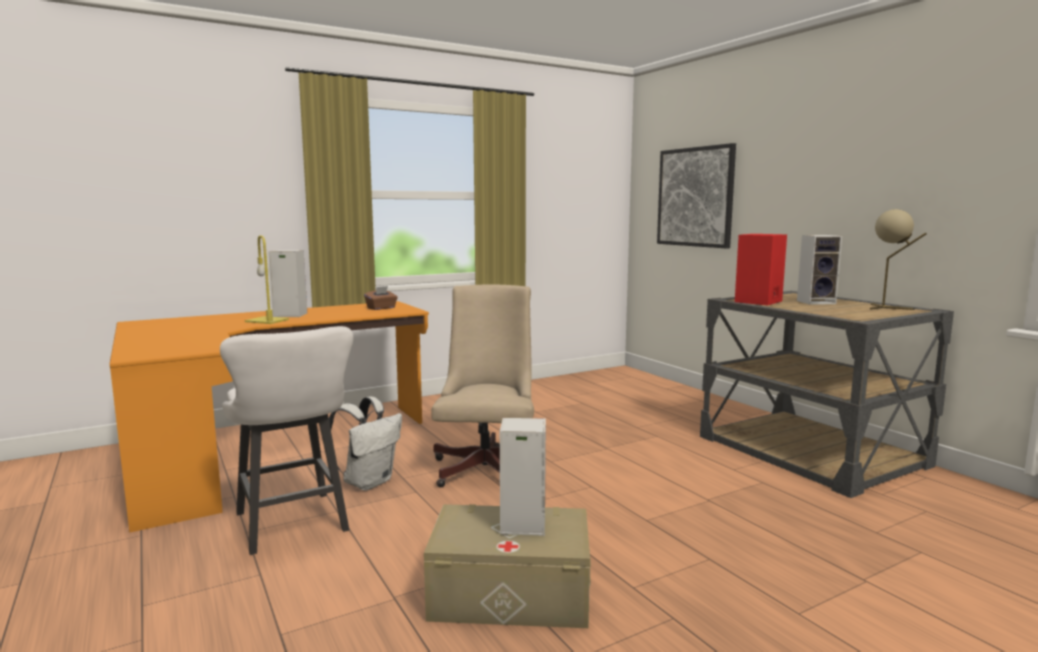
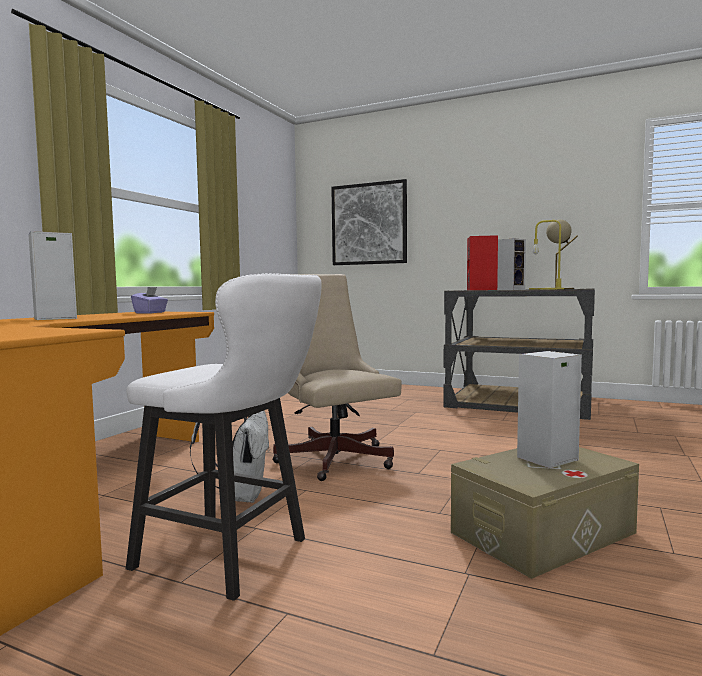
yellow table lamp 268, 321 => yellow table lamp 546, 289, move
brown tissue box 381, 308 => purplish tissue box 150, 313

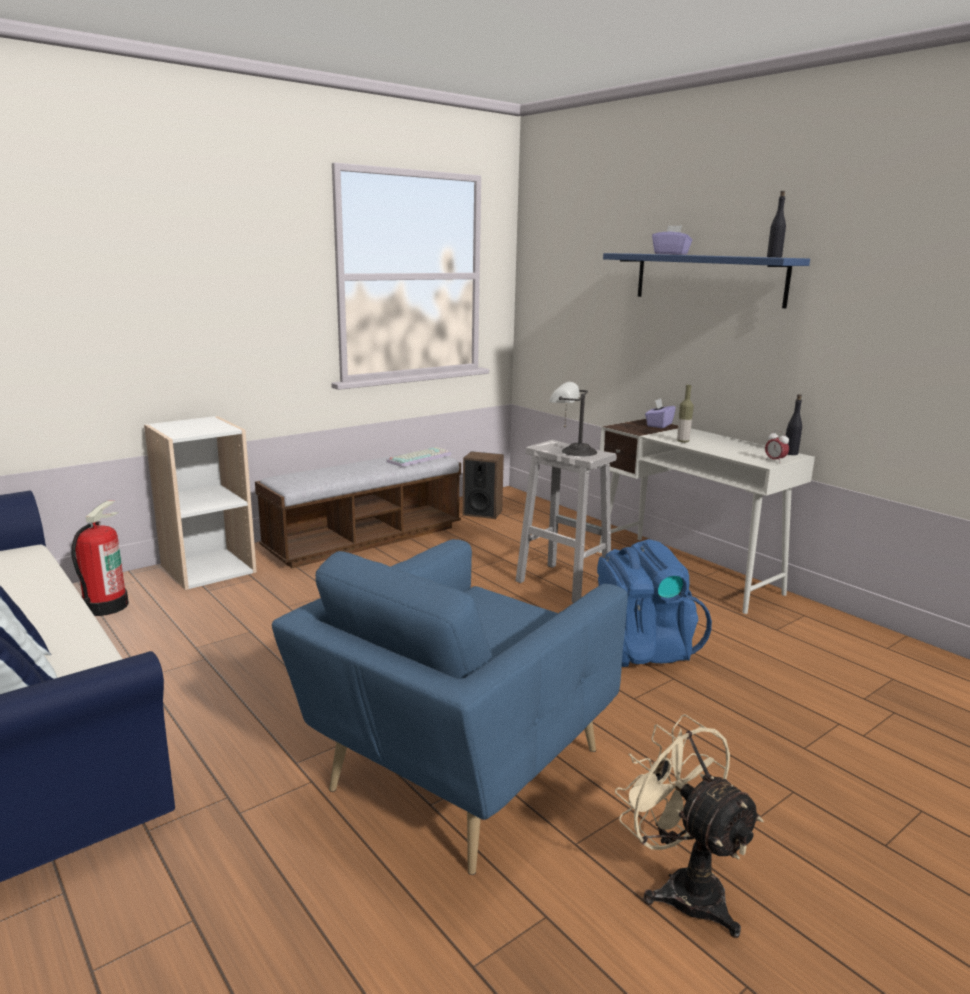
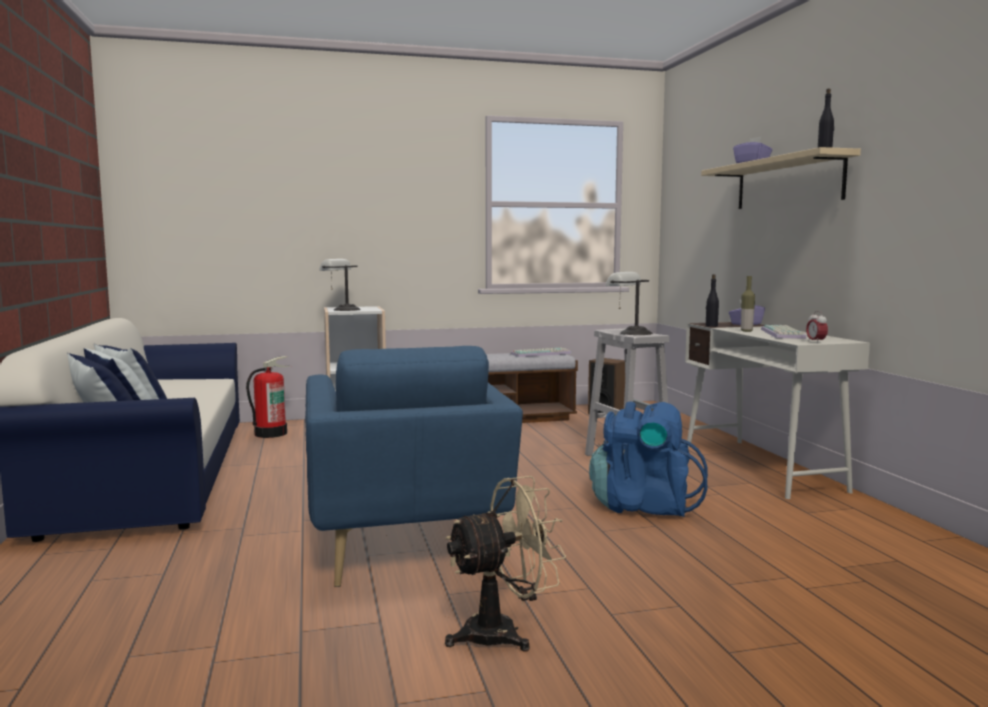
bluish armchair 457, 775 => bluish armchair 404, 545, 75 degrees counterclockwise
bluish wall shelf 708, 279 => beige-coloured wall shelf 787, 183
beige-coloured fan 682, 887 => beige-coloured fan 503, 632, 75 degrees clockwise
black-coloured drink bottle 790, 453 => black-coloured drink bottle 711, 326, move
nothing => table lamp 342, 309
nothing => PC keyboard 784, 334

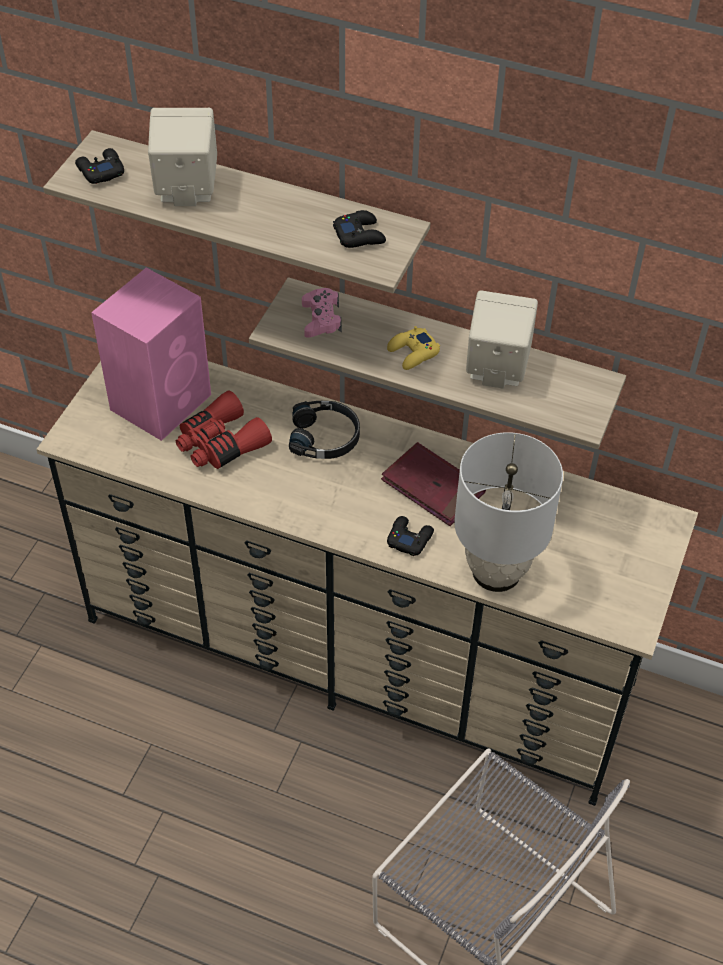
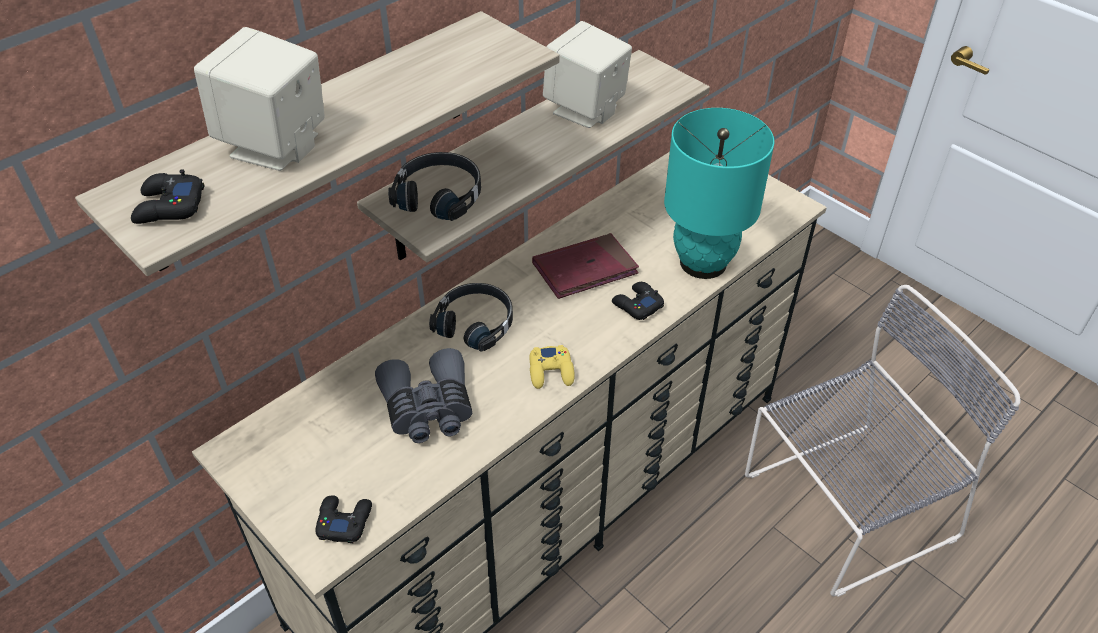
pinkish speaker 162, 401 => nothing
reddish pair of binoculars 220, 443 => greyish pair of binoculars 428, 408
pinkish gamepad 321, 319 => black-coloured headphones 439, 195
black-coloured gamepad 359, 235 => black-coloured gamepad 344, 521, move
yellow gamepad 413, 353 => yellow gamepad 551, 371, move
white-coloured table lamp 495, 571 => turquoise-coloured table lamp 702, 263

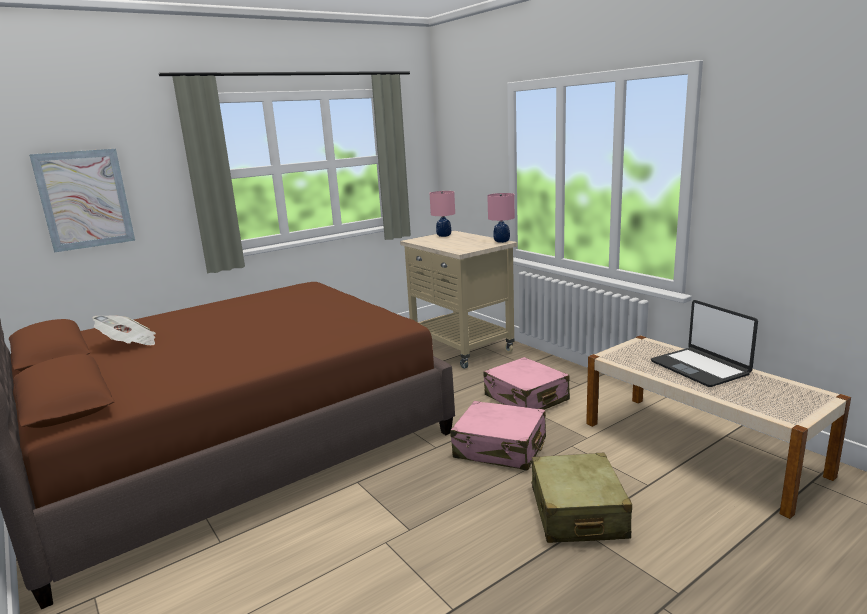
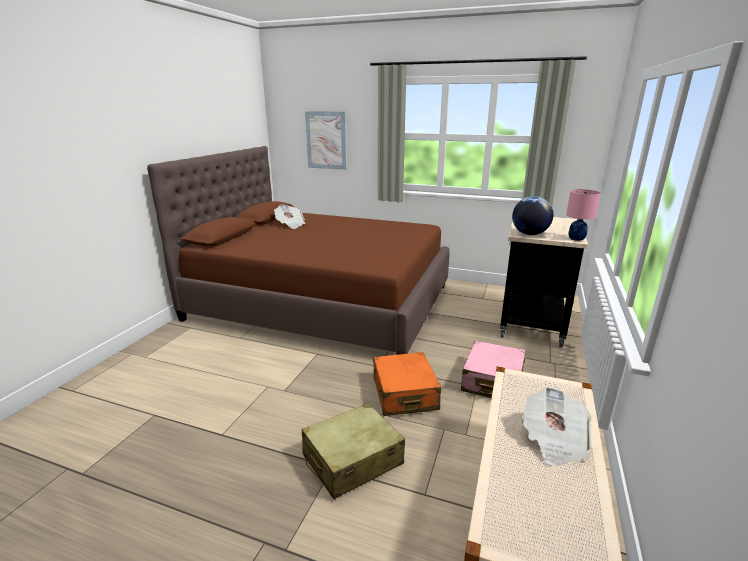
beige-coloured trolley 461, 348 => black-coloured trolley 531, 324
pinkish table lamp 443, 236 => nothing
pinkish travel case 500, 448 => orangey travel case 404, 394
portable computer 700, 368 => daily paper 553, 441
nothing => desk globe 529, 234

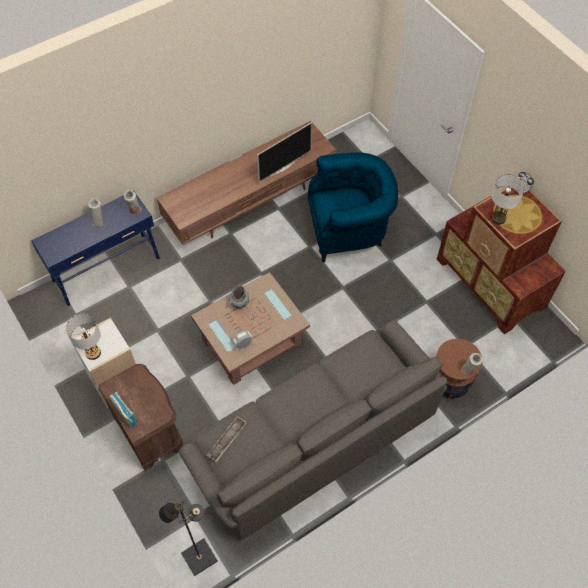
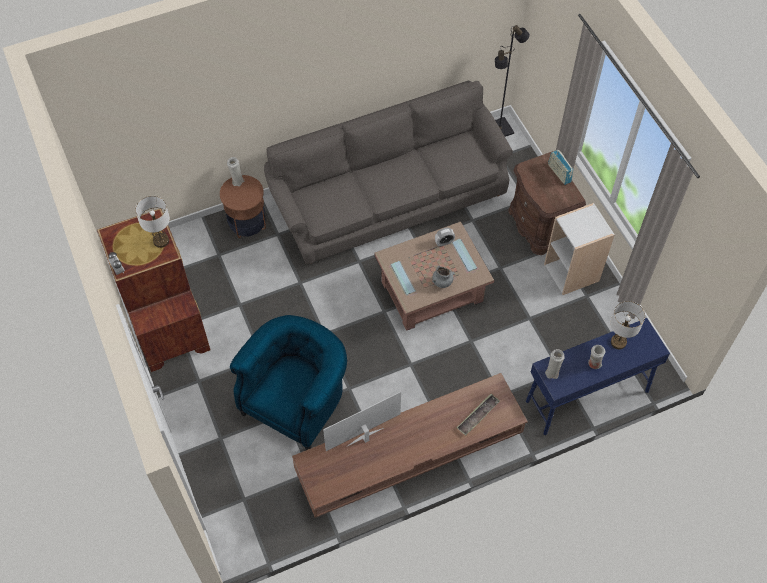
table lamp 93, 353 => table lamp 618, 342, move
serving tray 227, 440 => serving tray 478, 416, move
bluish armchair 349, 230 => bluish armchair 297, 401, 120 degrees clockwise

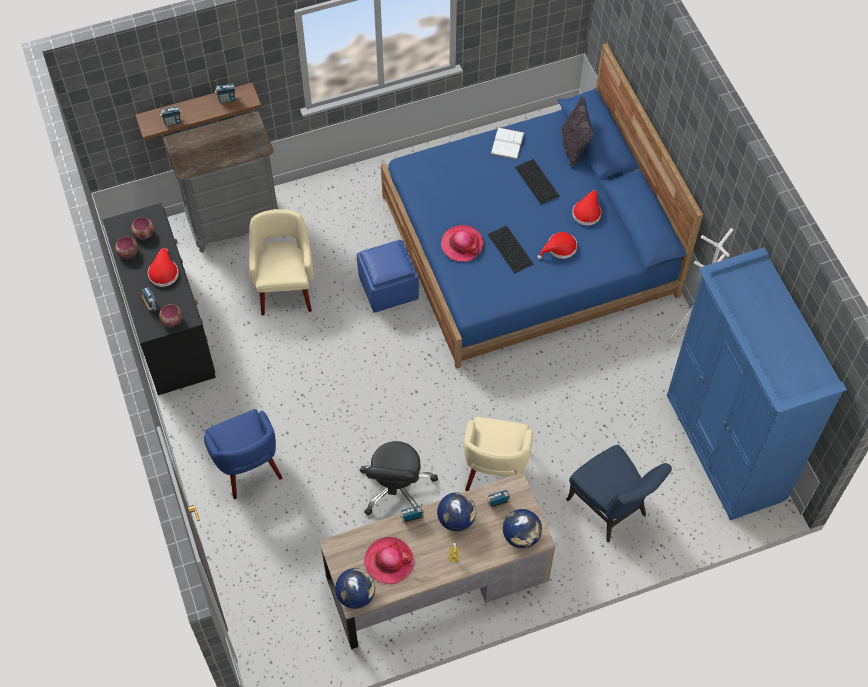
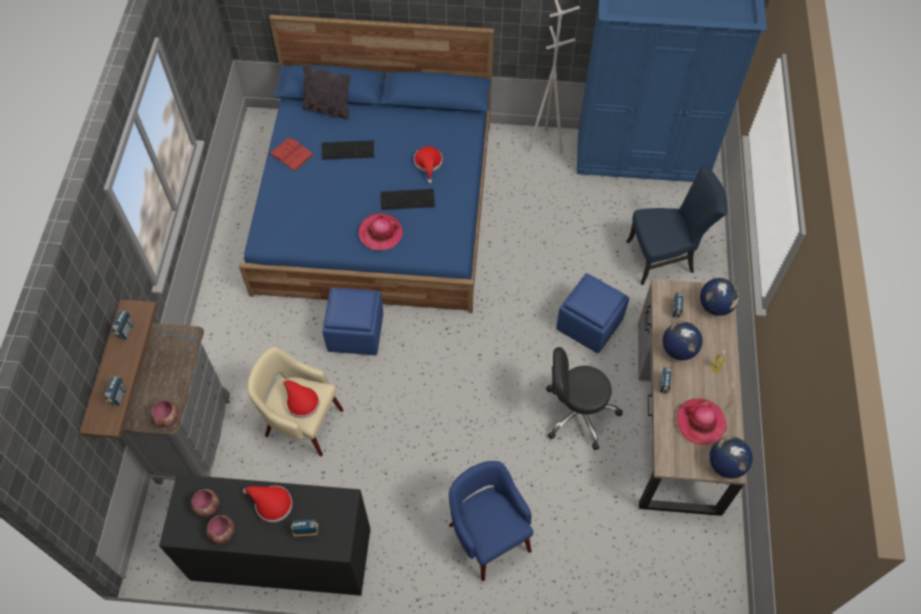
serving bowl 172, 321 => serving bowl 168, 419, move
bluish armchair 247, 466 => bluish armchair 488, 536, 120 degrees counterclockwise
black-coloured computer chair 396, 491 => black-coloured computer chair 575, 413, 150 degrees clockwise
beige-coloured armchair 495, 470 => bluish footrest 589, 325
white-coloured volume 507, 143 => reddish volume 291, 154
reddish clothing hat 587, 212 => reddish clothing hat 301, 401, move

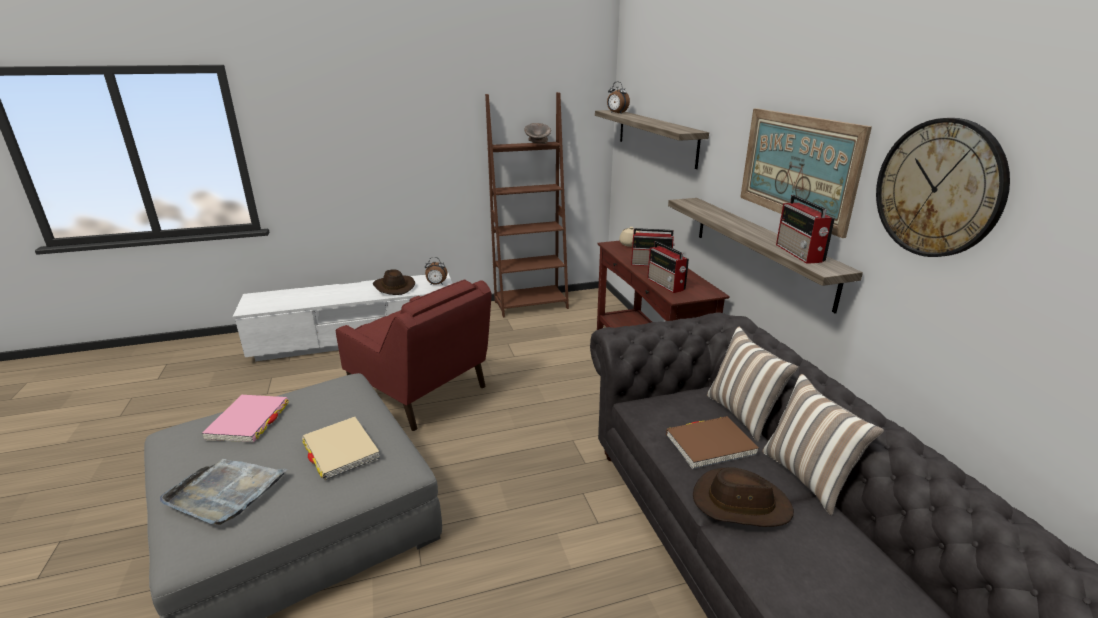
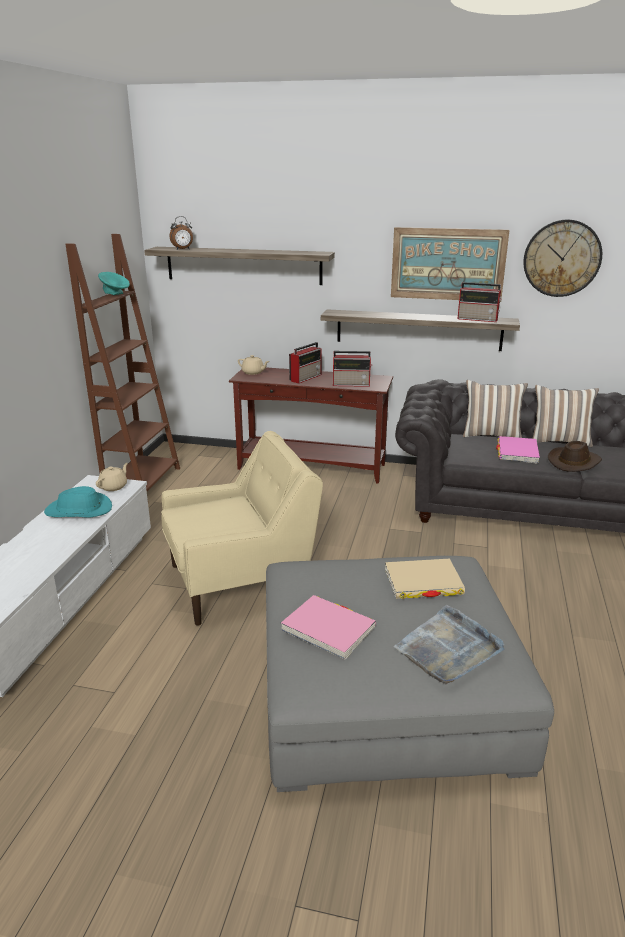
reddish armchair 421, 393 => beige-coloured armchair 241, 581
brown clothing hat 393, 287 => turquoise-coloured clothing hat 79, 510
alarm clock 436, 284 => beige-coloured pot for tea 114, 486
greyish serving bowl 538, 143 => turquoise-coloured serving bowl 116, 295
brown volume 710, 445 => pinkish volume 517, 452

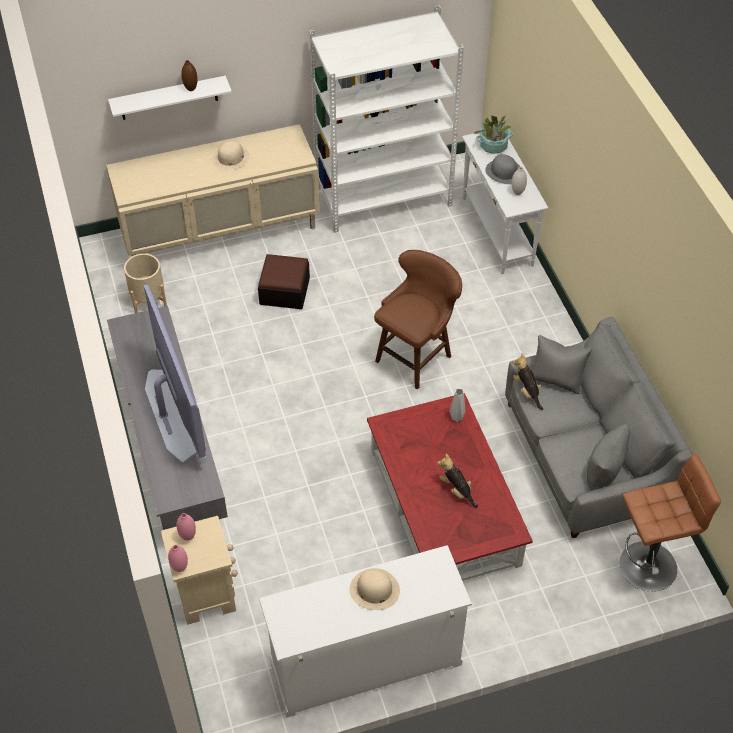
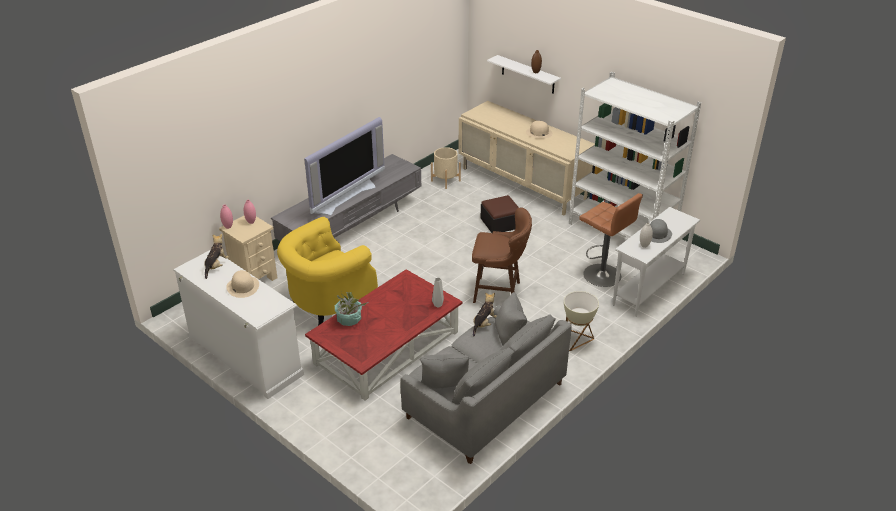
cuddly toy 457, 490 => cuddly toy 216, 266, move
potted plant 493, 145 => potted plant 349, 319, move
brown stool 649, 566 => brown stool 602, 275, move
nothing => yellow armchair 328, 303
nothing => flower pot 576, 339

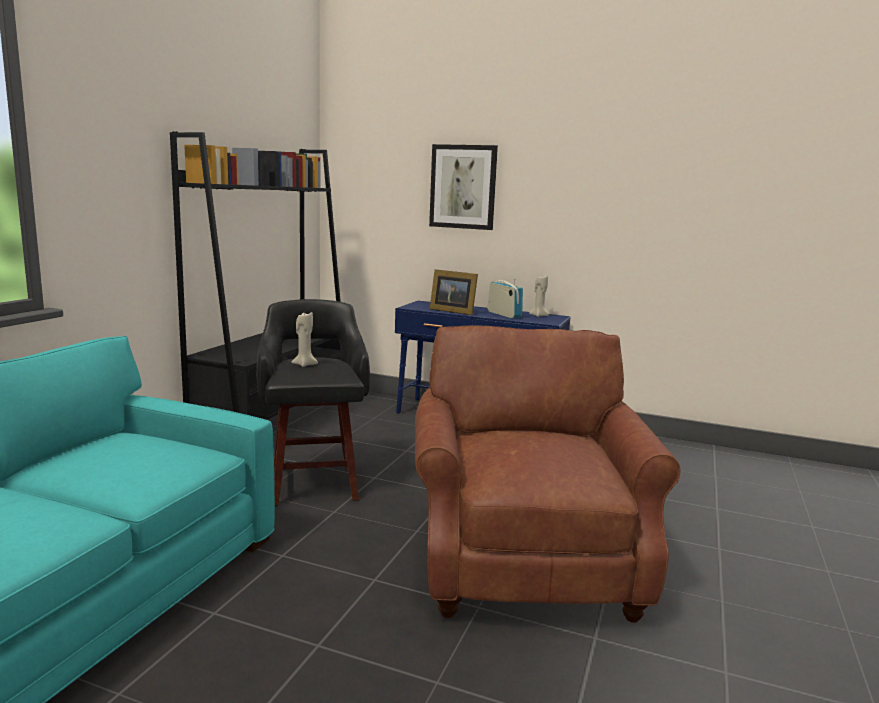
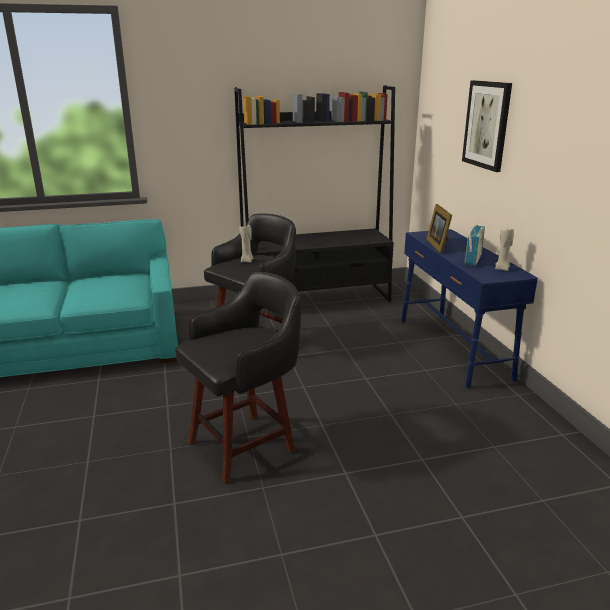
brown armchair 523, 558 => black-coloured stool 246, 445

